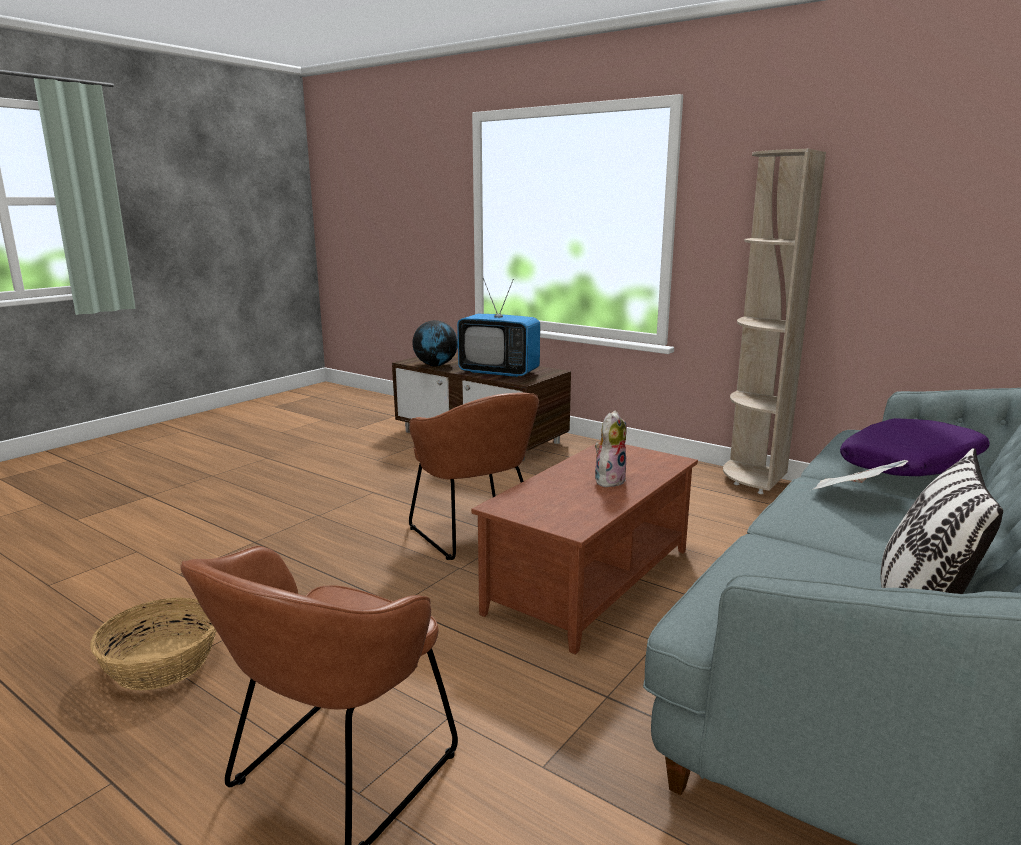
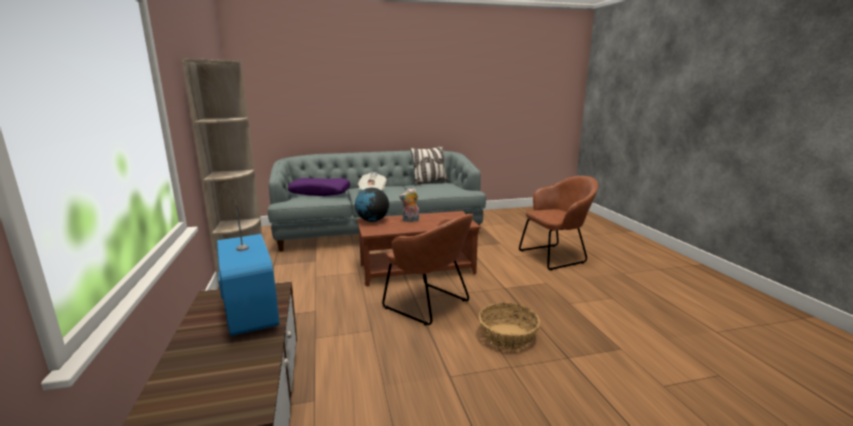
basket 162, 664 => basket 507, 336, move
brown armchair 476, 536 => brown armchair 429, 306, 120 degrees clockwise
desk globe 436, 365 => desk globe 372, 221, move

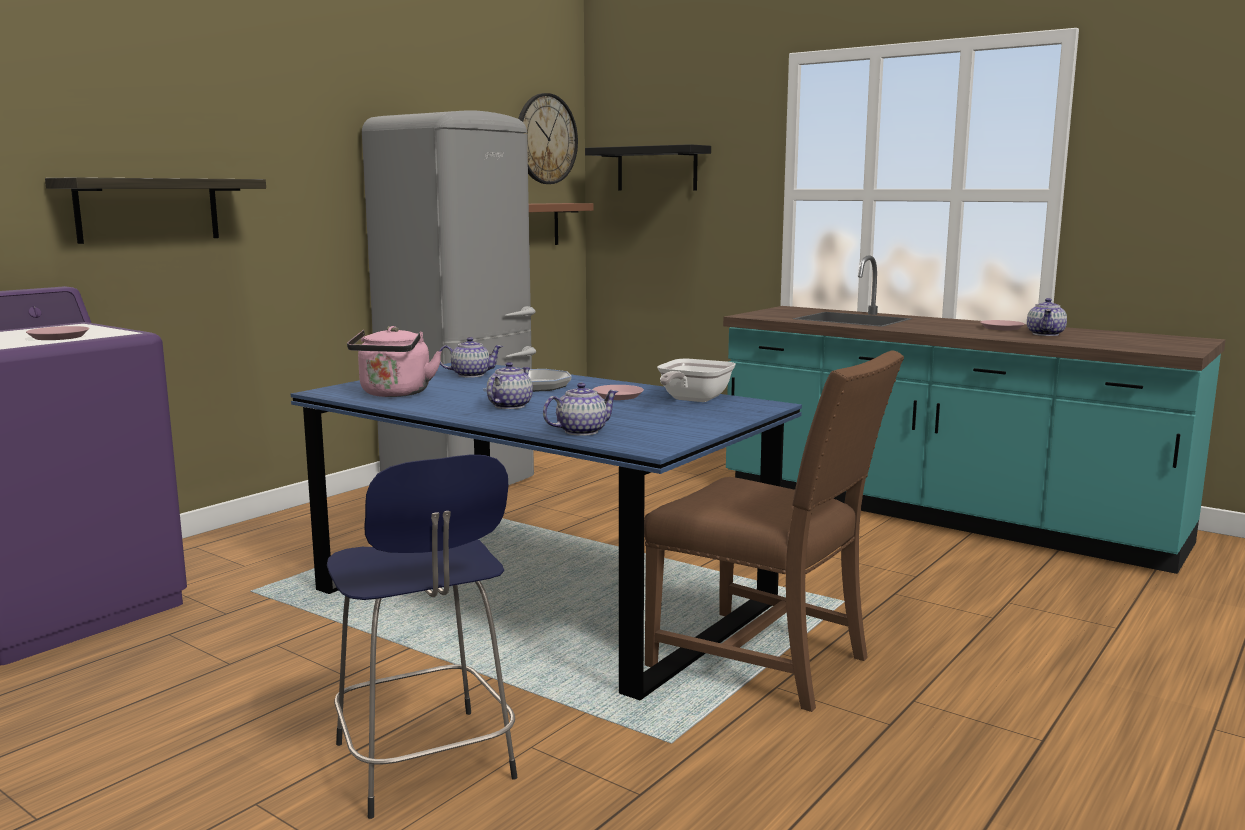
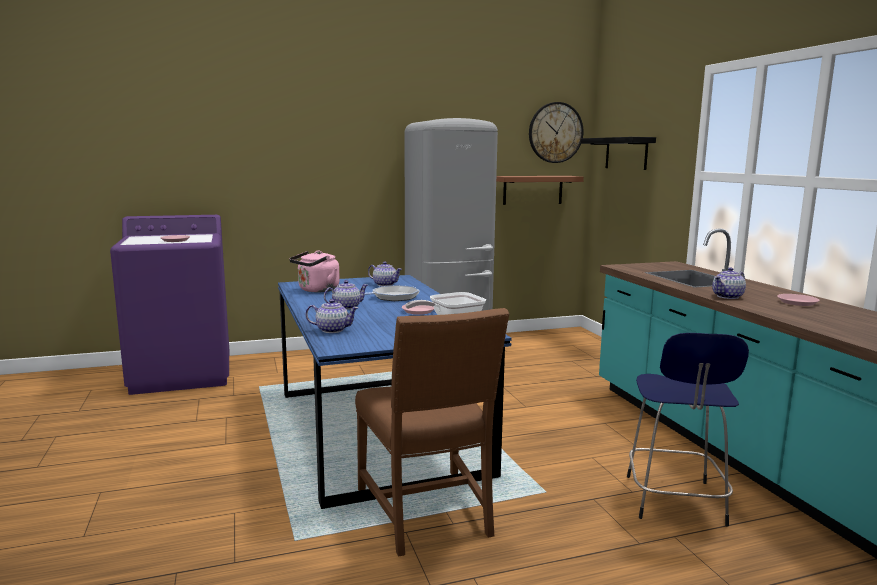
wall shelf 148, 209 => nothing
bluish stool 426, 764 => bluish stool 675, 502, move
pot for tea 1046, 334 => pot for tea 728, 296, move

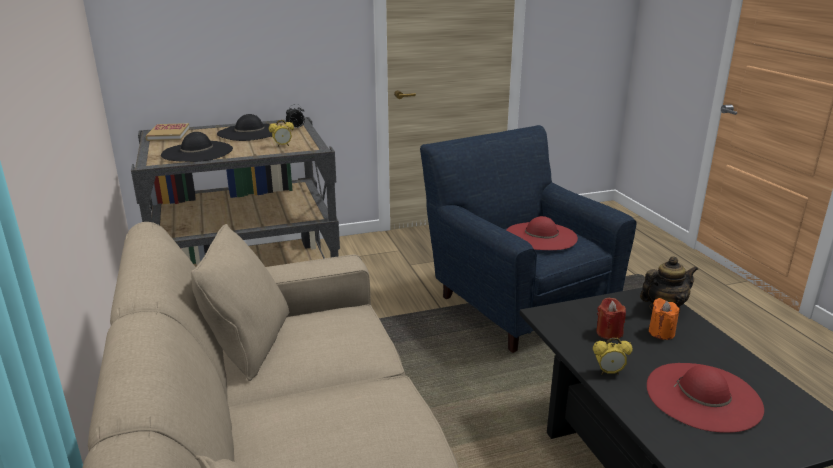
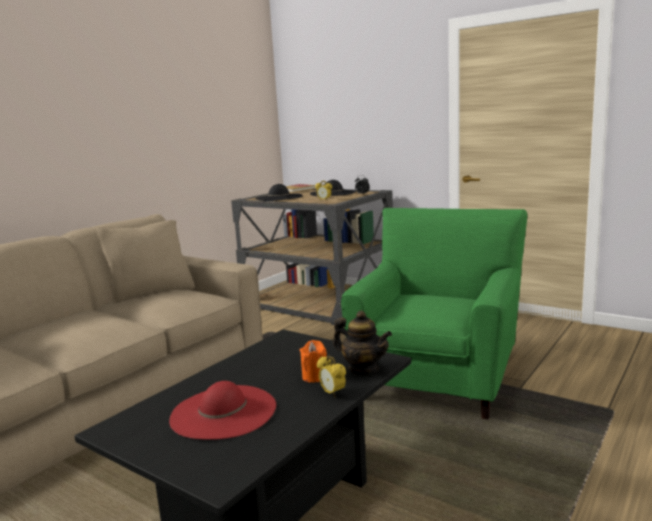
bluish armchair 519, 305 => greenish armchair 437, 379
reddish clothing hat 541, 236 => nothing
alarm clock 609, 372 => alarm clock 332, 393, move
reddish wax candle 609, 333 => nothing

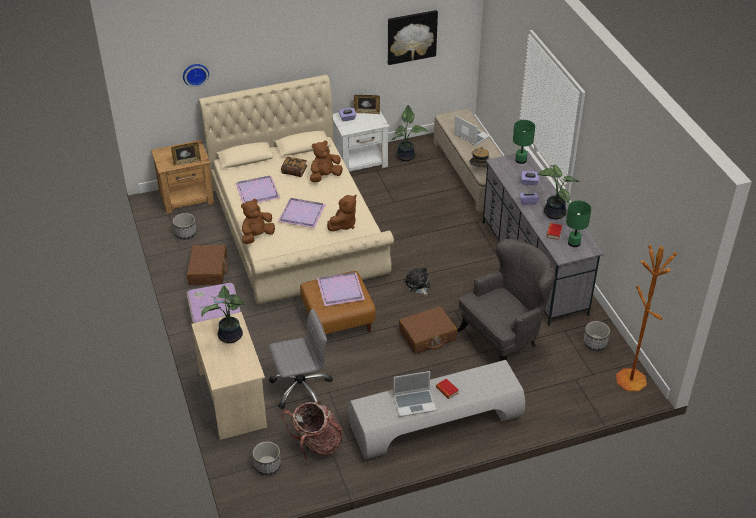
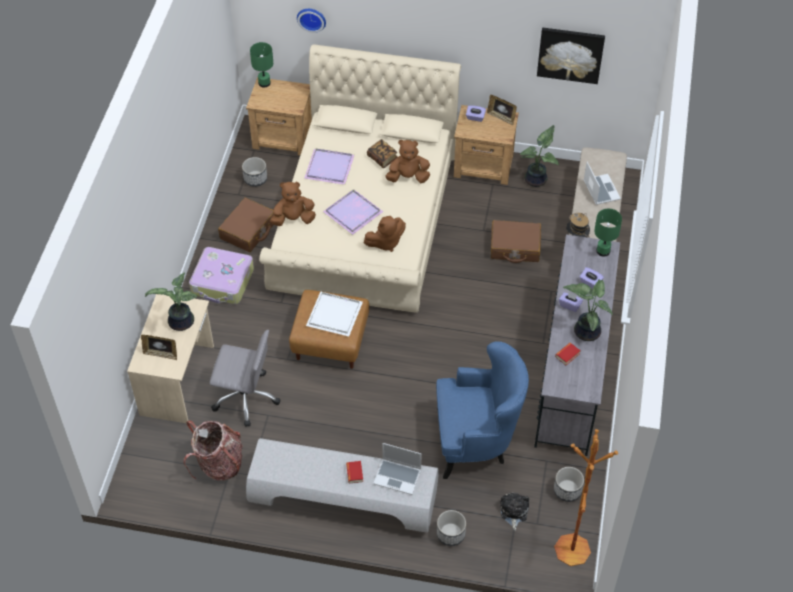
picture frame 187, 162 => picture frame 161, 354, move
flower pot 267, 466 => flower pot 450, 534, move
purplish serving tray 341, 289 => white-coloured serving tray 335, 314
white-coloured night table 360, 161 => brown night table 484, 166
portable computer 414, 403 => portable computer 398, 476, move
brown travel case 427, 336 => brown travel case 515, 247, move
cuddly toy 418, 285 => cuddly toy 513, 512, move
greyish armchair 503, 340 => bluish armchair 476, 441
greenish table lamp 574, 243 => greenish table lamp 264, 83, move

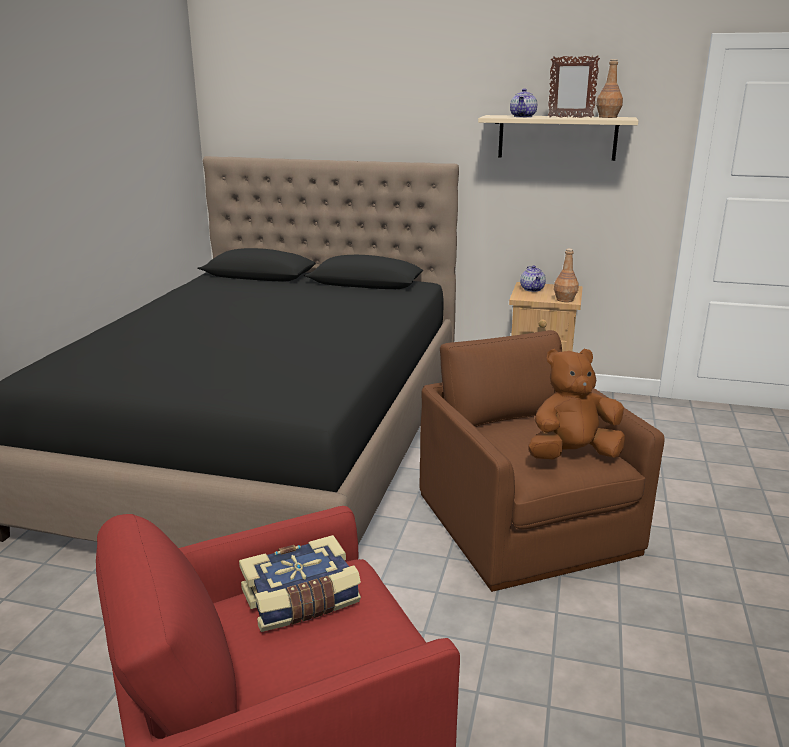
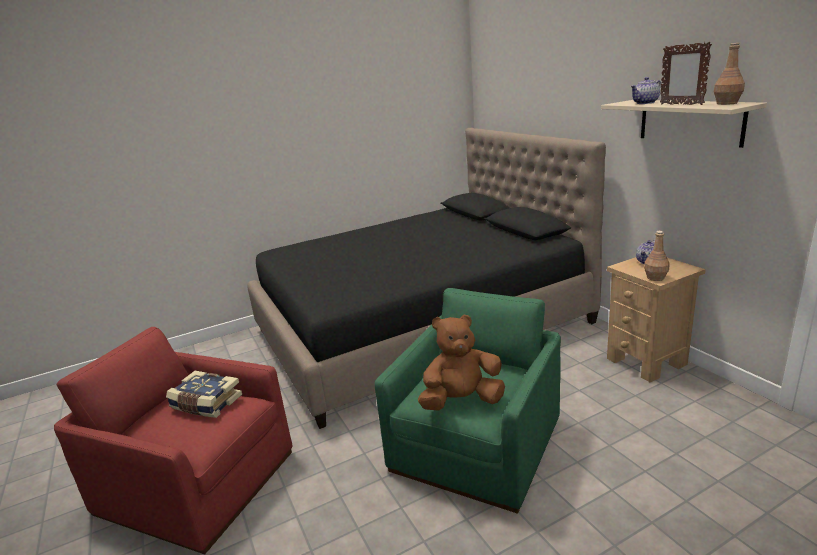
brown armchair 526, 523 => greenish armchair 478, 445
brown cuddly toy 572, 455 => brown cuddly toy 462, 401, 45 degrees counterclockwise

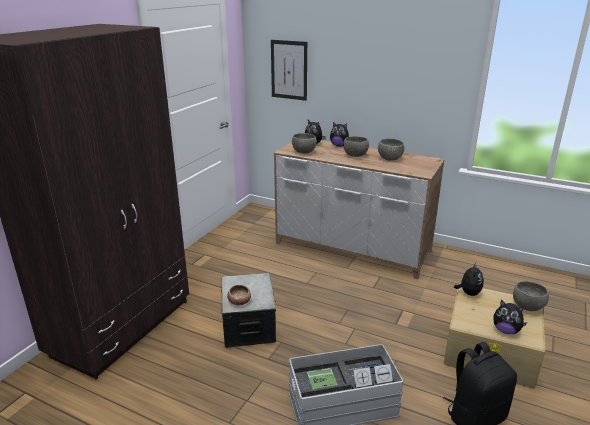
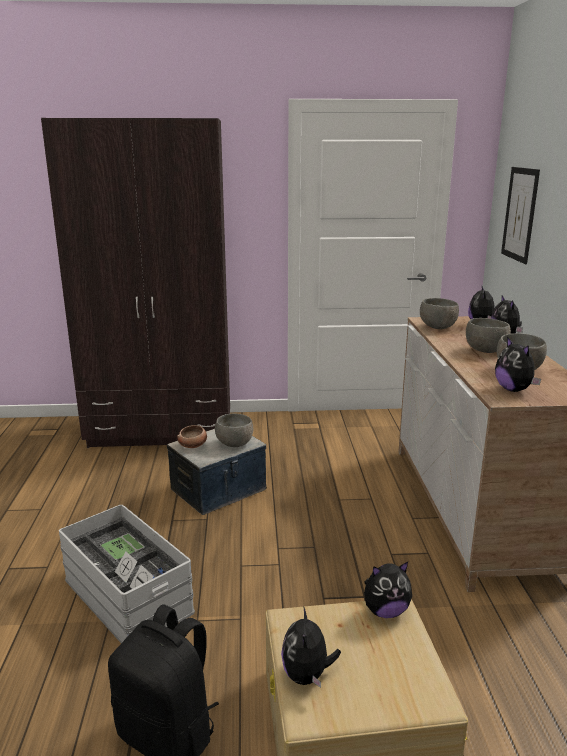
greyish serving bowl 528, 307 => greyish serving bowl 235, 444, move
nothing => cuddly toy 514, 390

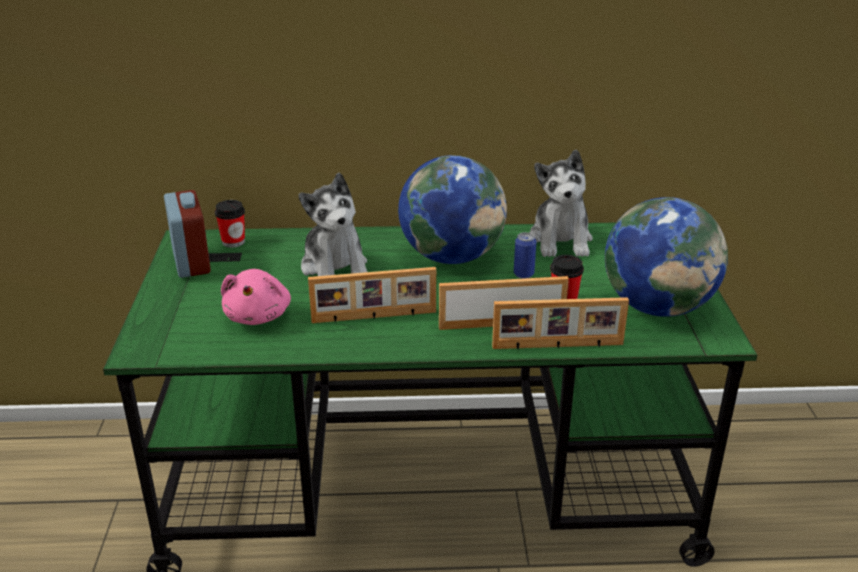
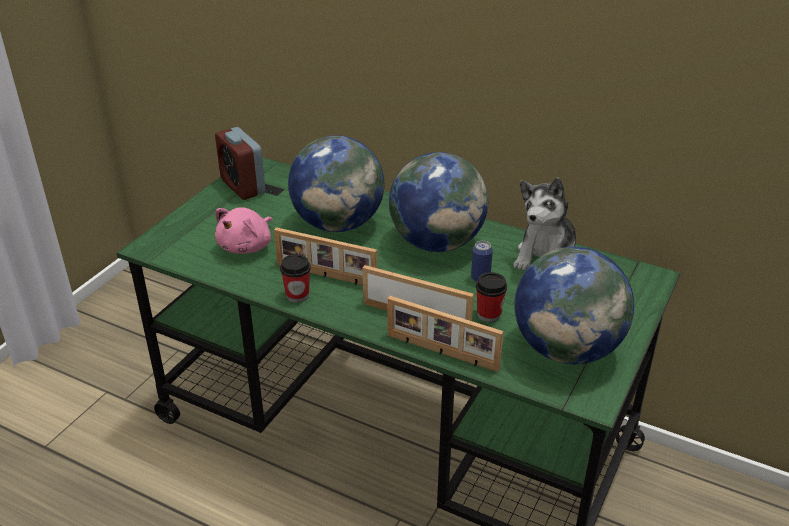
alarm clock 191, 262 => alarm clock 243, 186, 135 degrees clockwise
drinking cup 233, 242 => drinking cup 297, 295, move
cuddly toy 335, 268 => desk globe 338, 224

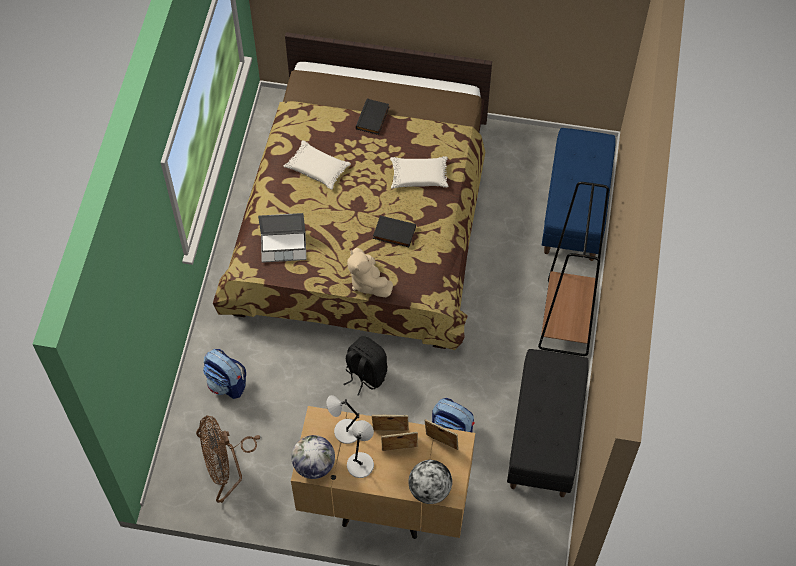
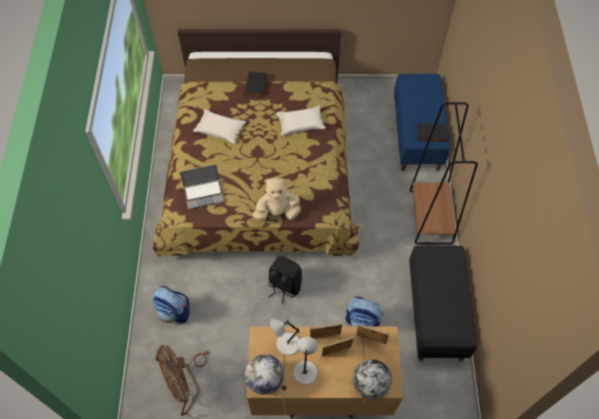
beige-coloured cuddly toy 367, 282 => beige-coloured cuddly toy 277, 212, 120 degrees clockwise
black-coloured volume 394, 233 => black-coloured volume 431, 134, move

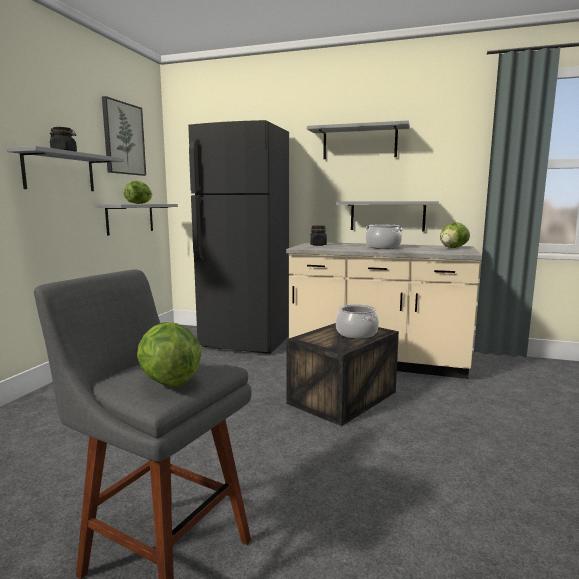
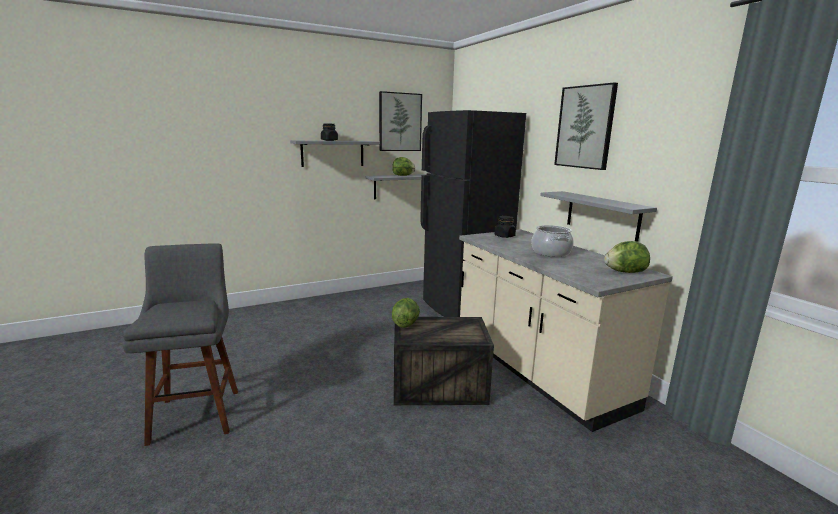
head of lettuce 168, 381 => head of lettuce 405, 324, move
greyish wall shelf 359, 143 => picture 585, 127
saucepot 356, 333 => nothing

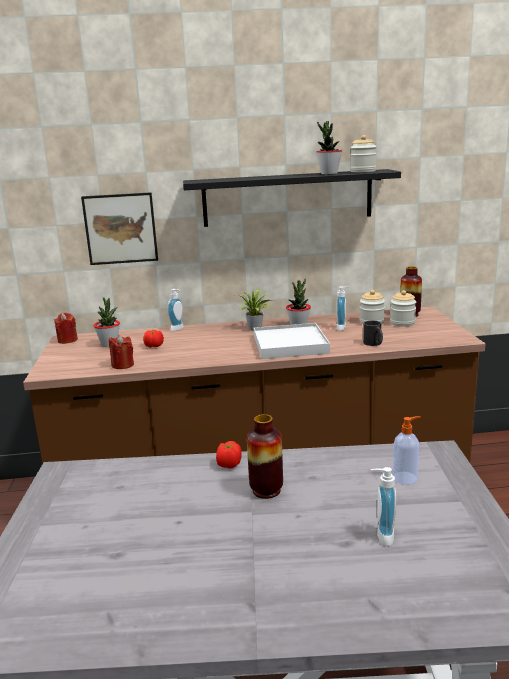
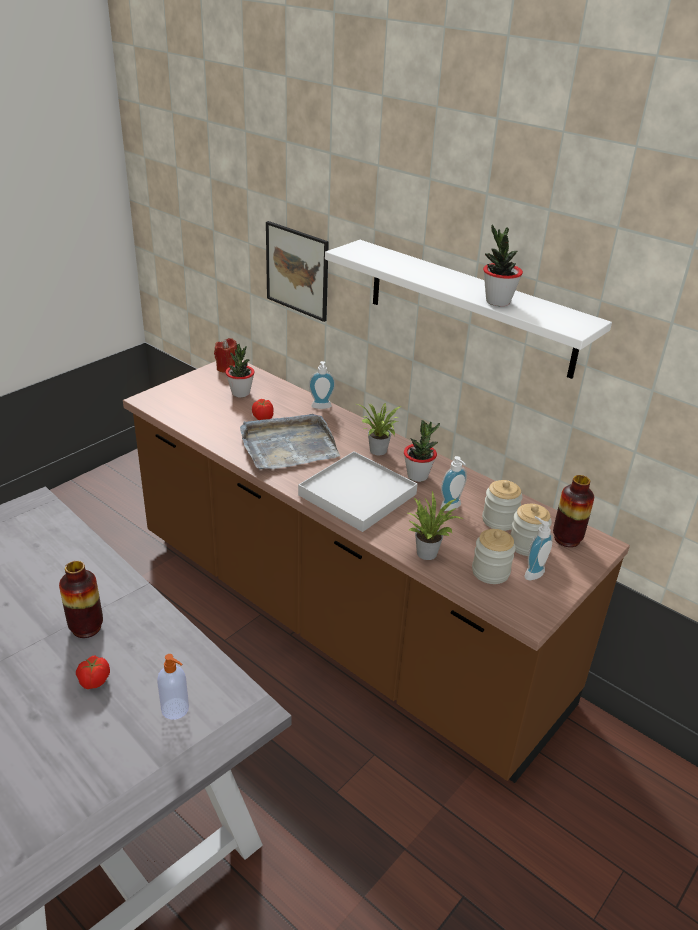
reddish wax candle 122, 365 => nothing
black-coloured wall shelf 287, 198 => white-coloured wall shelf 469, 307
fresh tomato 229, 465 => fresh tomato 94, 681, move
preserve jar 363, 171 => preserve jar 490, 572, move
black-coloured coffee mug 374, 344 => potted plant 427, 551
soap bottle 381, 536 => soap bottle 532, 572, move
nothing => greyish serving tray 288, 446

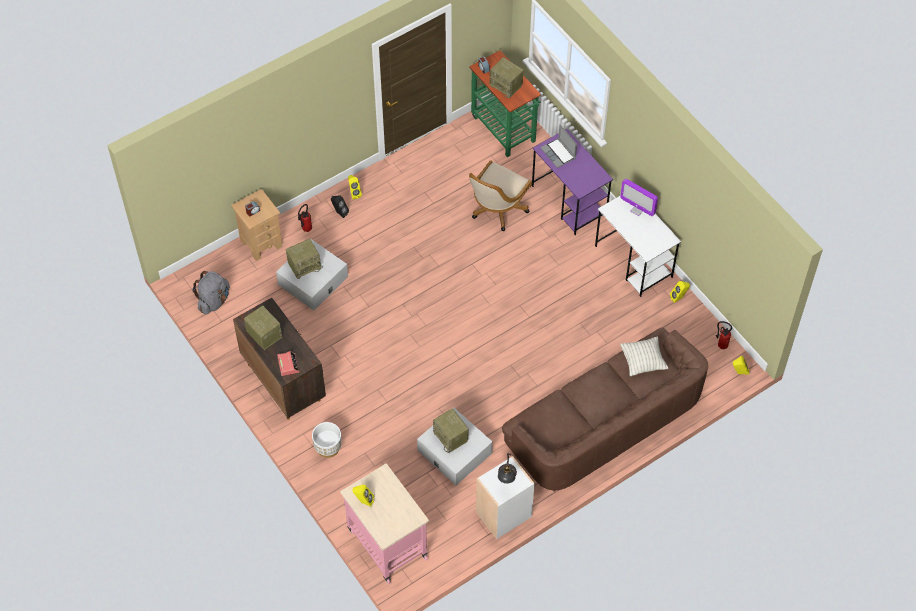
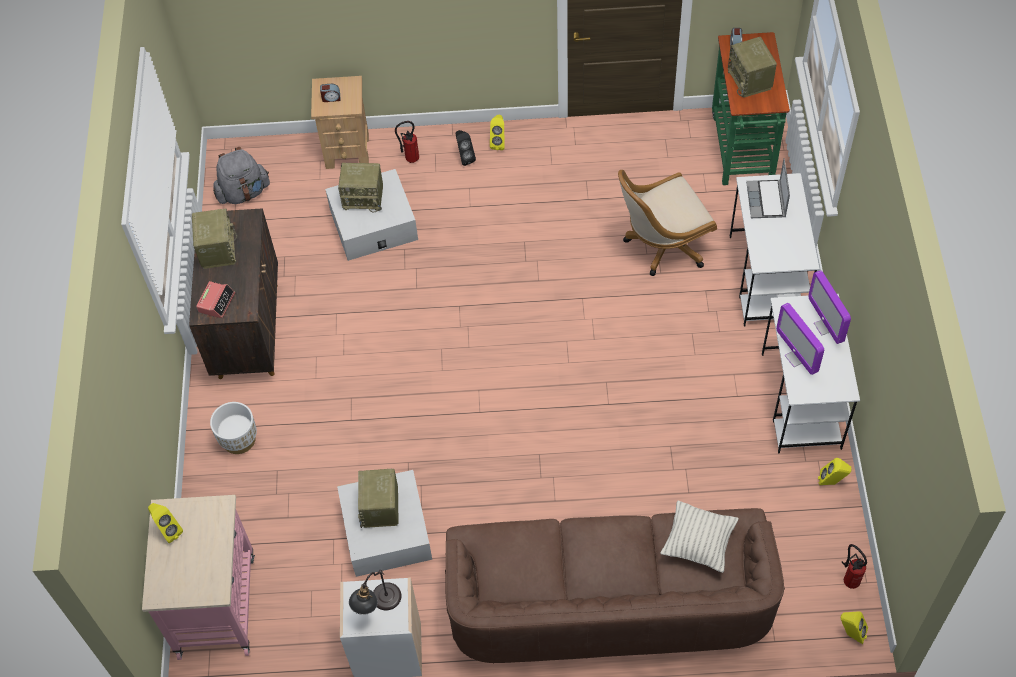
purplish desk table 569, 201 => white-coloured desk table 766, 279
nothing => computer screen 796, 357

